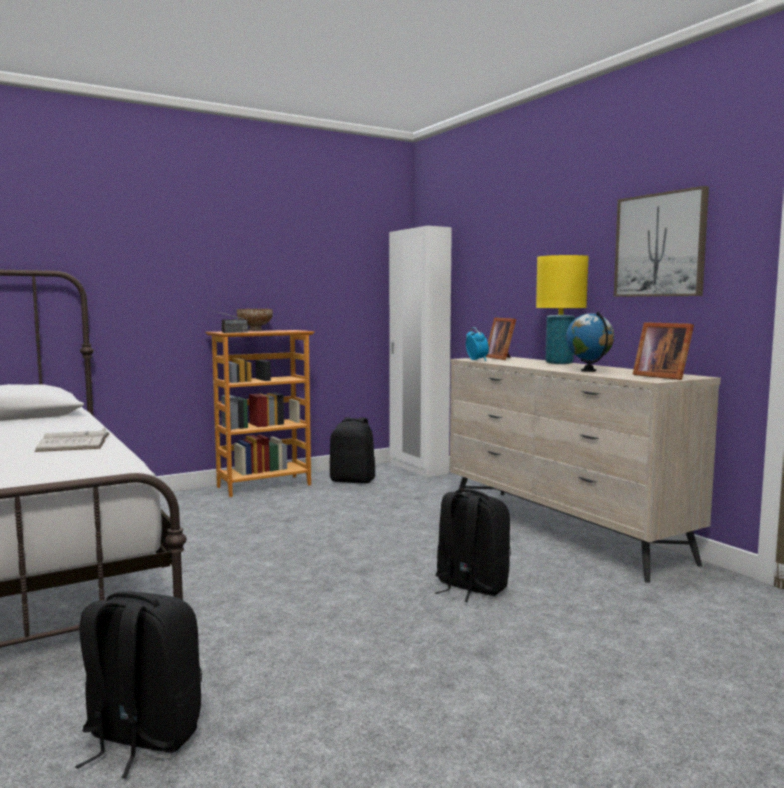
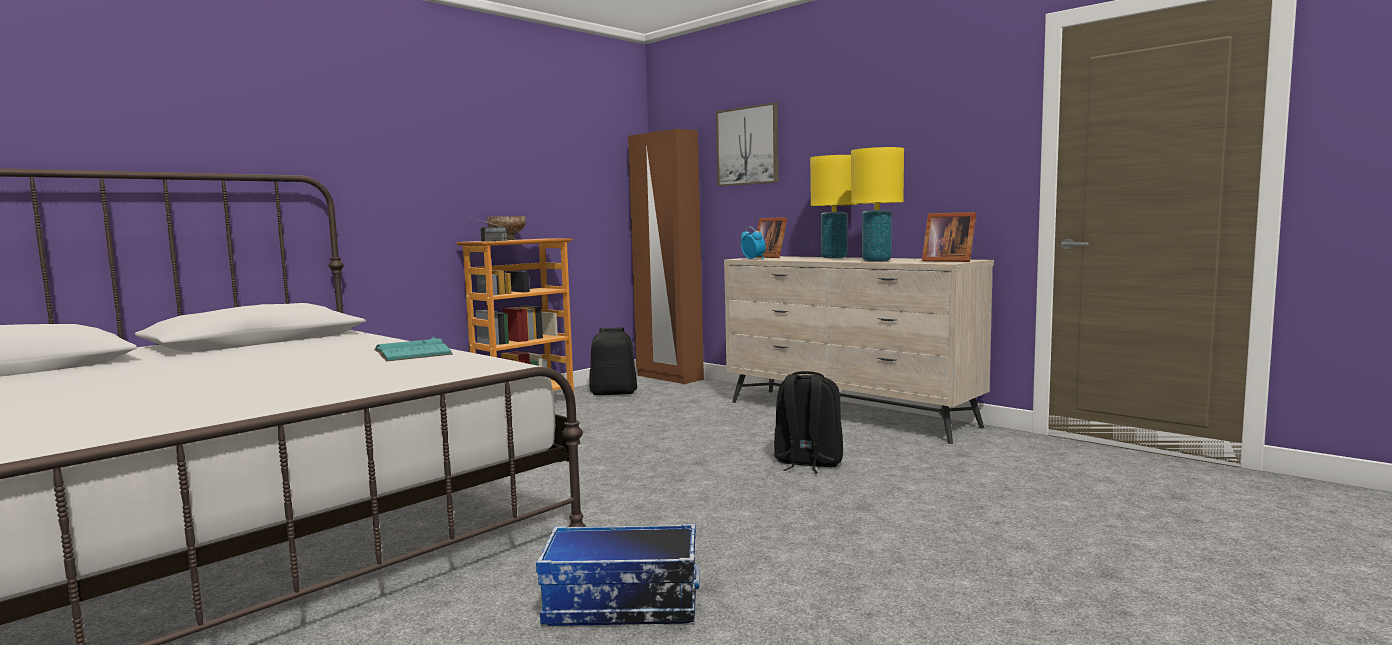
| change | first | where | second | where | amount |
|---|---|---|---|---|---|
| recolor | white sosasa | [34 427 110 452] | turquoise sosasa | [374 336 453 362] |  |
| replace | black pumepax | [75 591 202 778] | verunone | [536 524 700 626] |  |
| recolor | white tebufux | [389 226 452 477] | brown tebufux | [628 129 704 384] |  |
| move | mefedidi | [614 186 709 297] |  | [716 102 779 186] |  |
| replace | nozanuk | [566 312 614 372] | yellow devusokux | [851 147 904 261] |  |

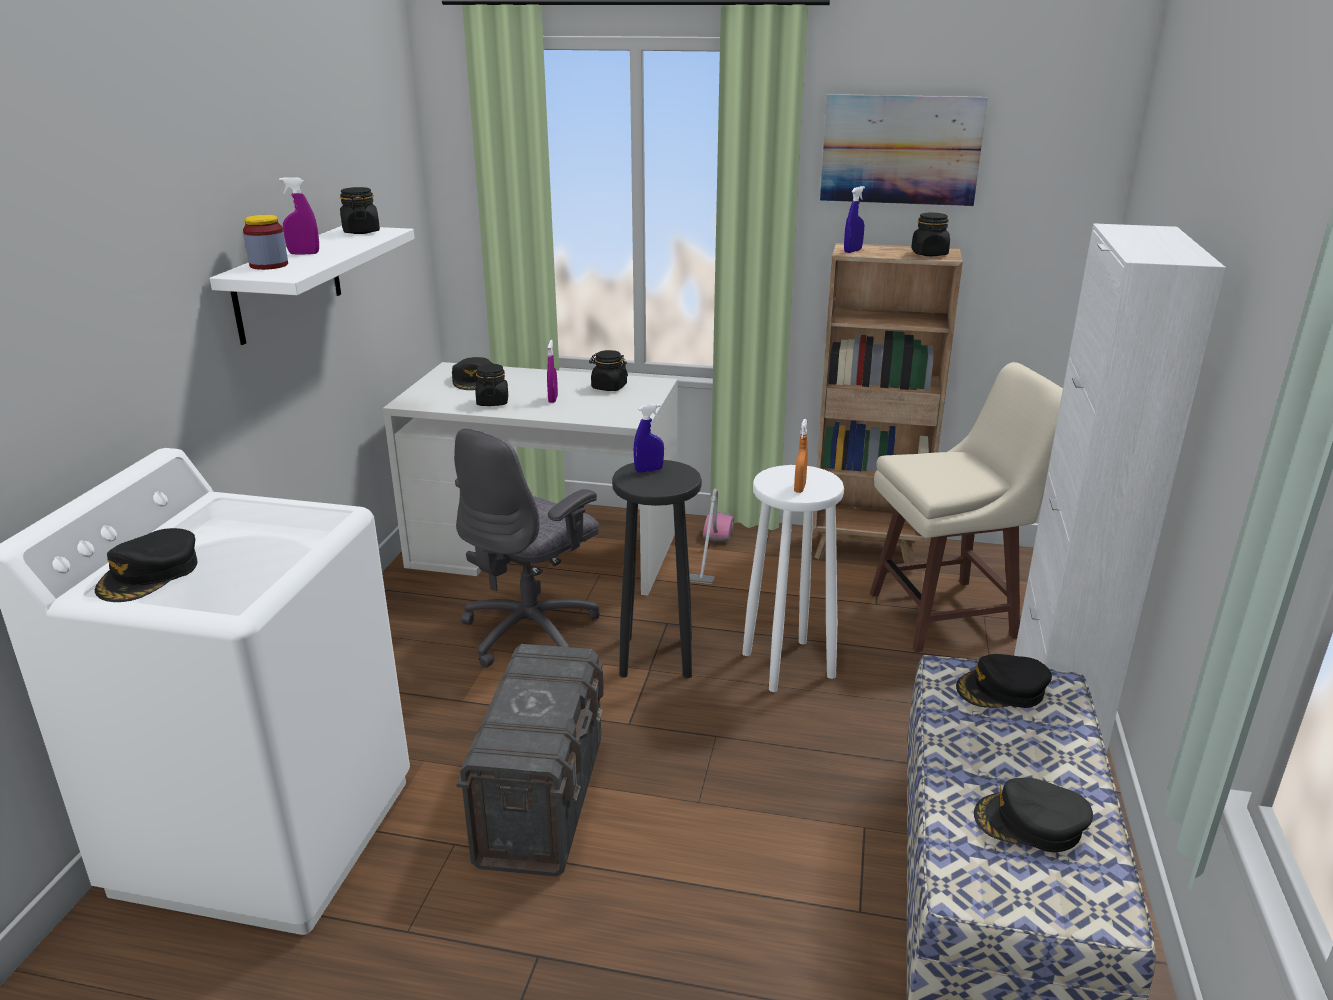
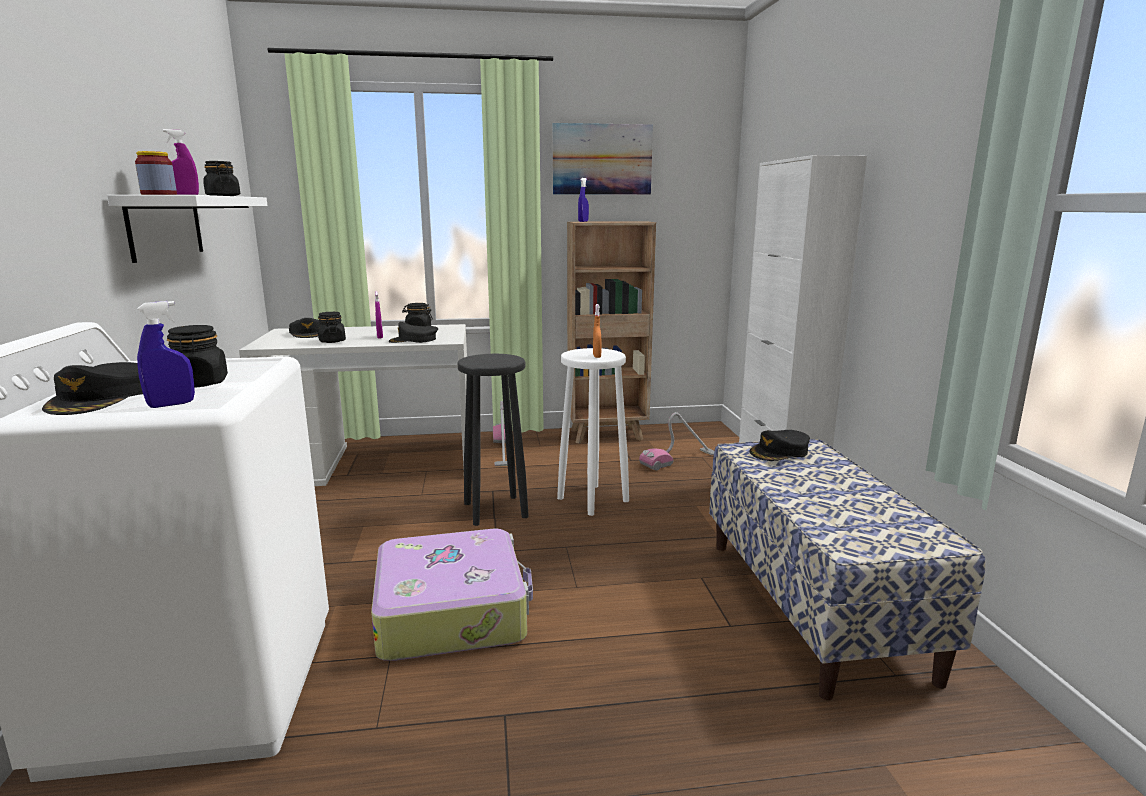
| change | first | where | second | where | amount |
|---|---|---|---|---|---|
| move | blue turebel | [633 404 664 473] |  | [137 301 195 408] |  |
| move | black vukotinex | [911 213 950 256] |  | [167 325 228 387] |  |
| replace | grey verunone | [456 644 604 877] | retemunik | [371 529 533 661] |  |
| move | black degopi | [974 778 1093 852] |  | [389 322 438 343] |  |
| replace | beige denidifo | [870 362 1063 652] | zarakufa | [639 412 714 471] |  |
| delete | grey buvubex | [454 428 600 668] |  |  |  |

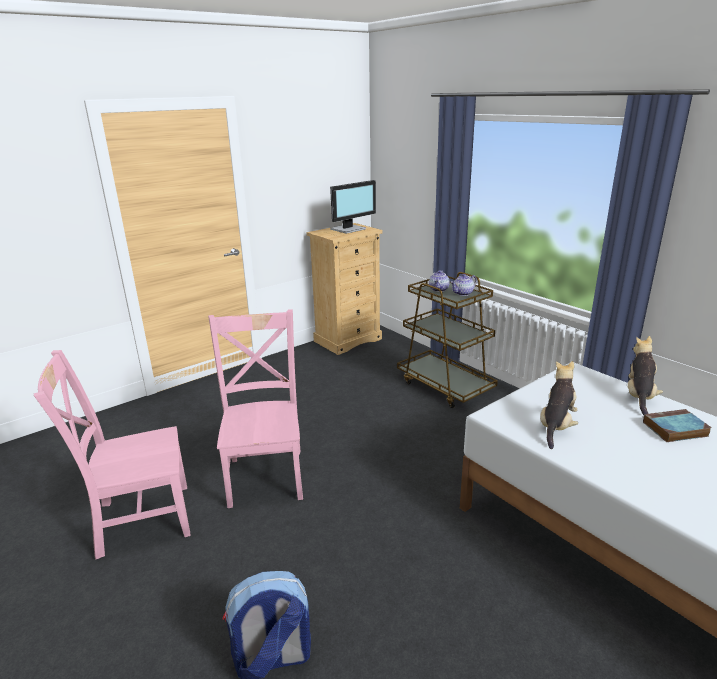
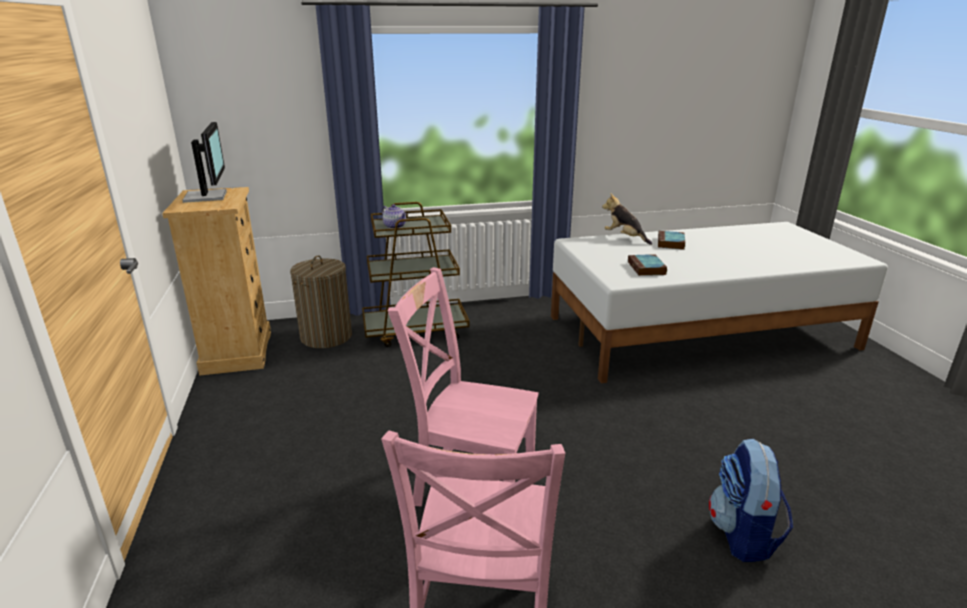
| change | first | where | second | where | amount |
|---|---|---|---|---|---|
| insert |  |  | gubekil | [290 255 352 348] |  |
| replace | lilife | [540 361 578 449] | sosasa | [628 254 667 276] |  |
| delete | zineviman | [450 274 477 296] |  |  |  |

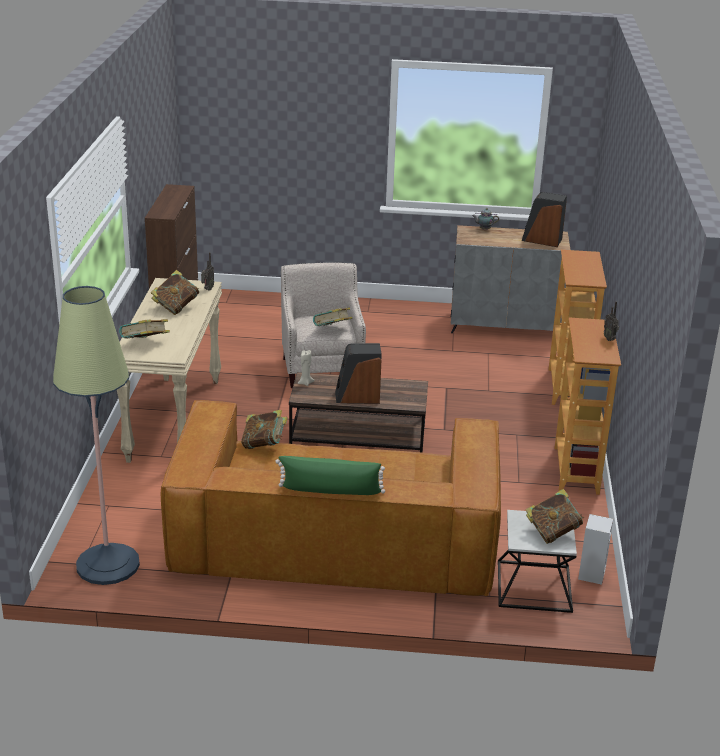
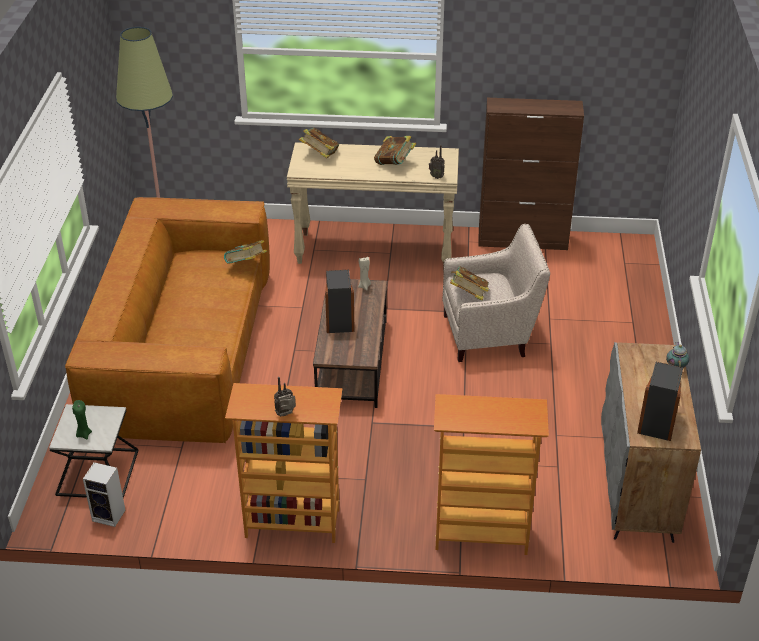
| change | first | where | second | where | amount |
|---|---|---|---|---|---|
| replace | sosasa | [525 489 584 544] | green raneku | [72 400 92 439] |  |
| delete | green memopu | [275 456 385 495] |  |  |  |

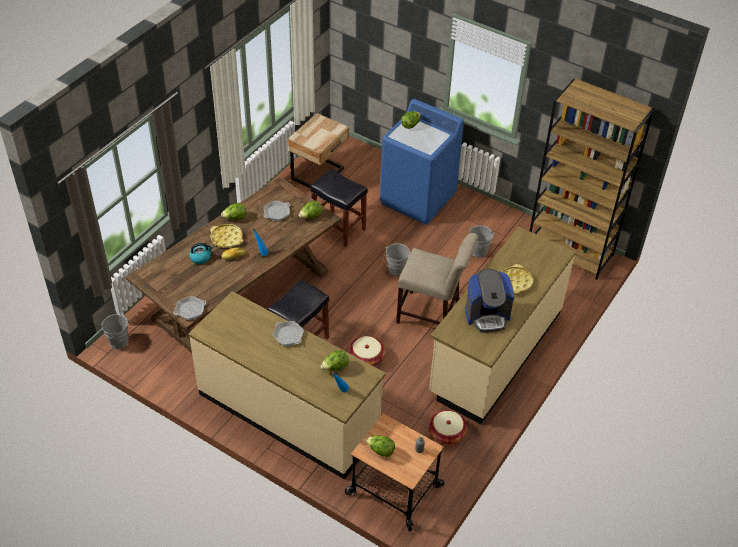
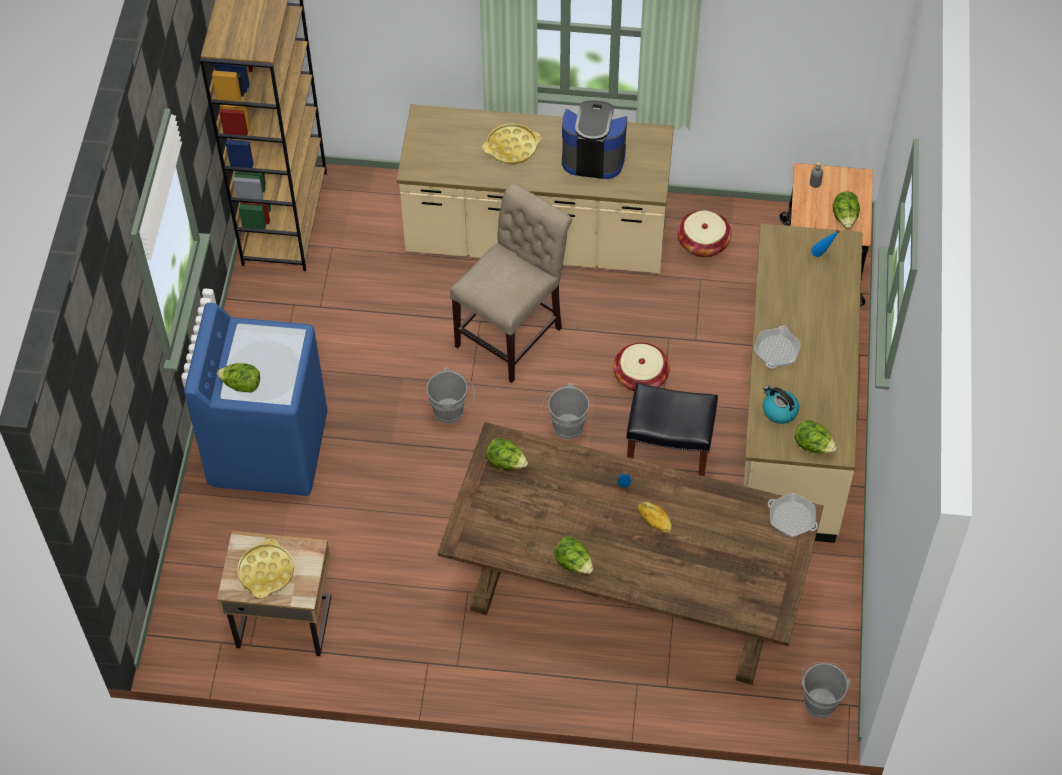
| change | first | where | second | where | amount |
|---|---|---|---|---|---|
| move | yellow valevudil | [210 224 243 248] |  | [237 539 294 598] |  |
| rotate | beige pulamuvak | [396 233 478 324] |  | [450 183 572 383] | 45 degrees clockwise |
| move | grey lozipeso | [470 225 496 258] |  | [541 383 589 440] |  |
| rotate | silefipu | [465 269 514 332] |  | [562 100 627 179] | 45 degrees counterclockwise |
| move | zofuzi | [189 243 213 264] |  | [763 385 799 424] |  |
| move | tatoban | [321 350 349 371] |  | [795 420 837 453] |  |
| delete | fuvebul | [263 200 290 221] |  |  |  |
| delete | black denidifo | [310 169 368 247] |  |  |  |

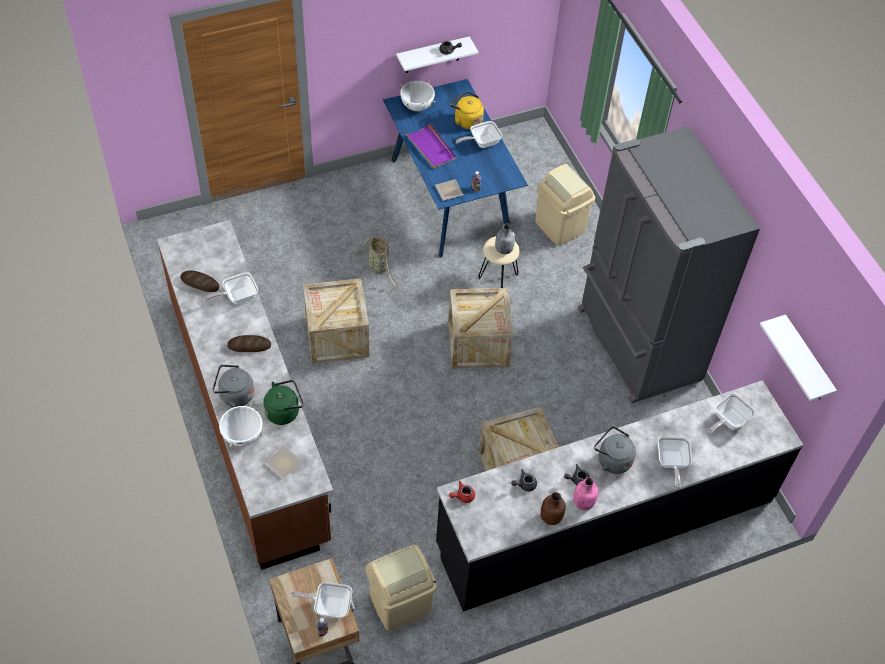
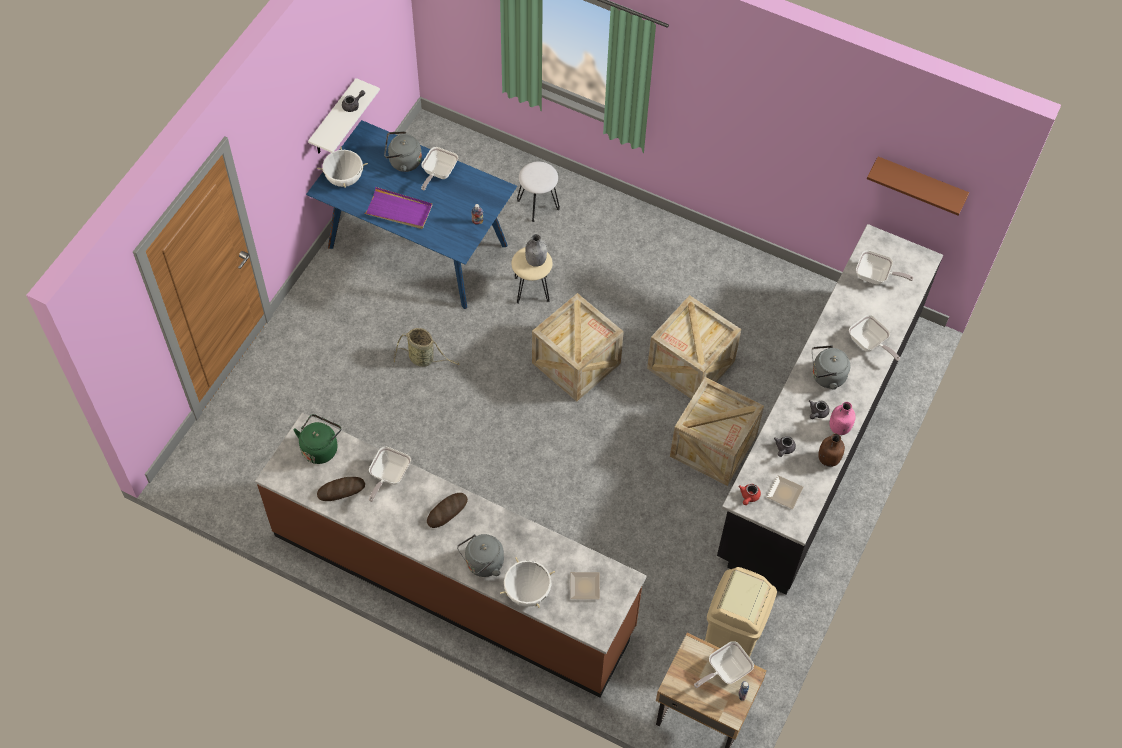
| change | first | where | second | where | amount |
|---|---|---|---|---|---|
| move | green zofuzi | [263 380 304 425] |  | [293 414 342 464] |  |
| recolor | yellow zofuzi | [450 91 484 129] | grey zofuzi | [384 131 422 172] |  |
| replace | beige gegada | [535 164 595 246] | white denidifo | [517 162 560 222] |  |
| move | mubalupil | [303 278 369 364] |  | [647 295 741 399] |  |
| move | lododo | [435 179 464 201] |  | [767 475 804 509] |  |
| rotate | fuvebul | [708 393 755 434] |  | [856 250 913 285] | 75 degrees counterclockwise |
| recolor | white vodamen | [760 315 837 401] | brown vodamen | [867 156 969 216] |  |
| delete | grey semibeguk | [578 126 760 404] |  |  |  |

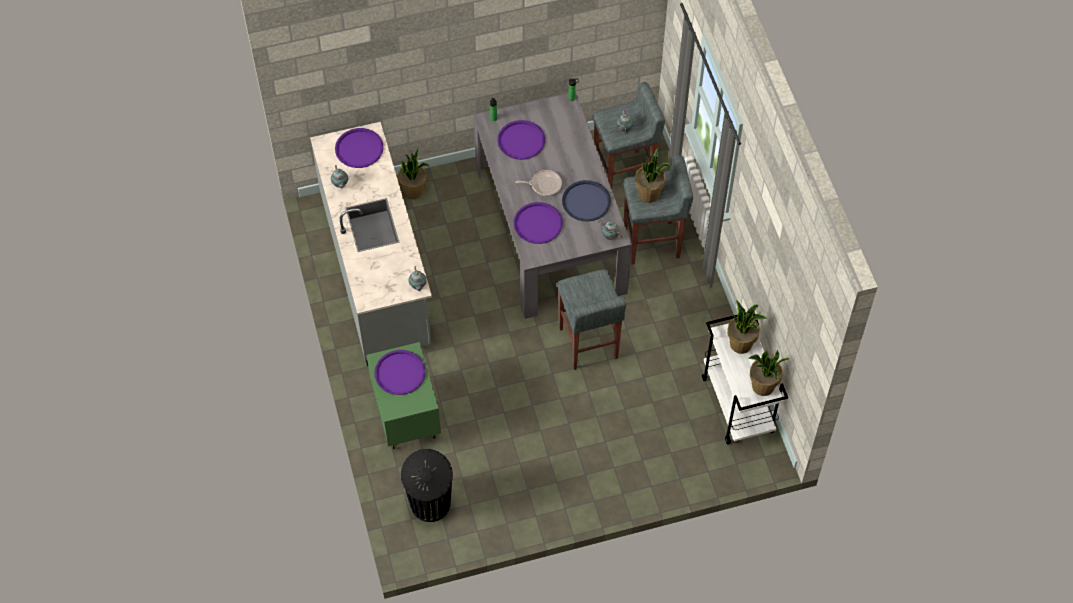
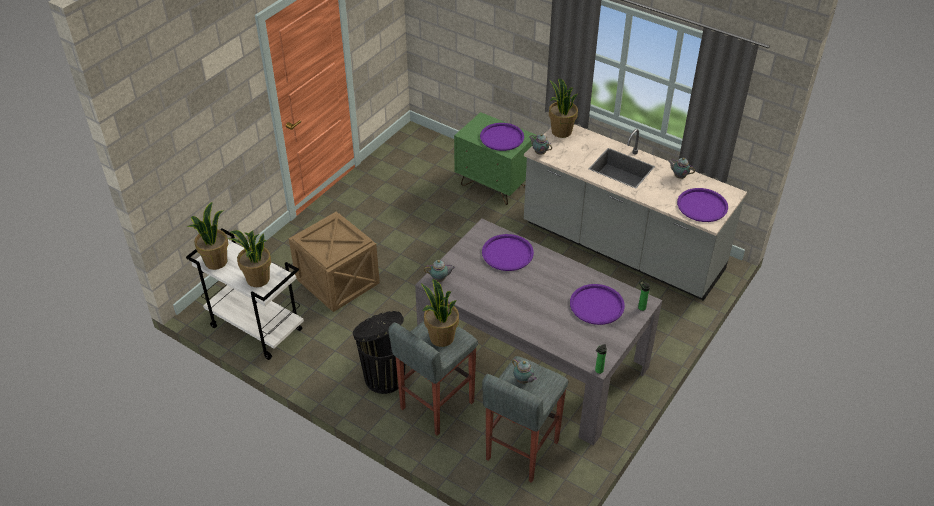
| change | first | where | second | where | amount |
|---|---|---|---|---|---|
| insert |  |  | mubalupil | [289 212 380 312] |  |
| move | black gegada | [401 449 453 522] |  | [353 311 405 394] |  |
| move | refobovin | [398 148 430 199] |  | [549 79 578 138] |  |
| delete | fuvebul | [516 170 562 196] |  |  |  |
| delete | grey denidifo | [557 269 626 370] |  |  |  |
| delete | blue valevudil | [562 180 611 221] |  |  |  |

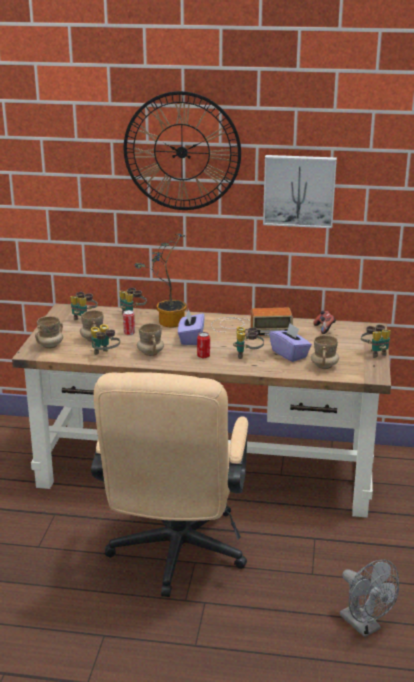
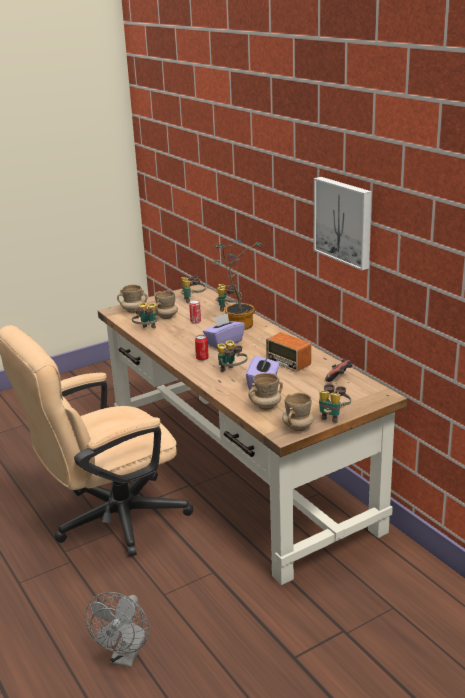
| change | first | where | second | where | amount |
|---|---|---|---|---|---|
| move | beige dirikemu | [137 323 164 356] |  | [282 392 314 431] |  |
| delete | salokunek | [124 91 241 210] |  |  |  |

